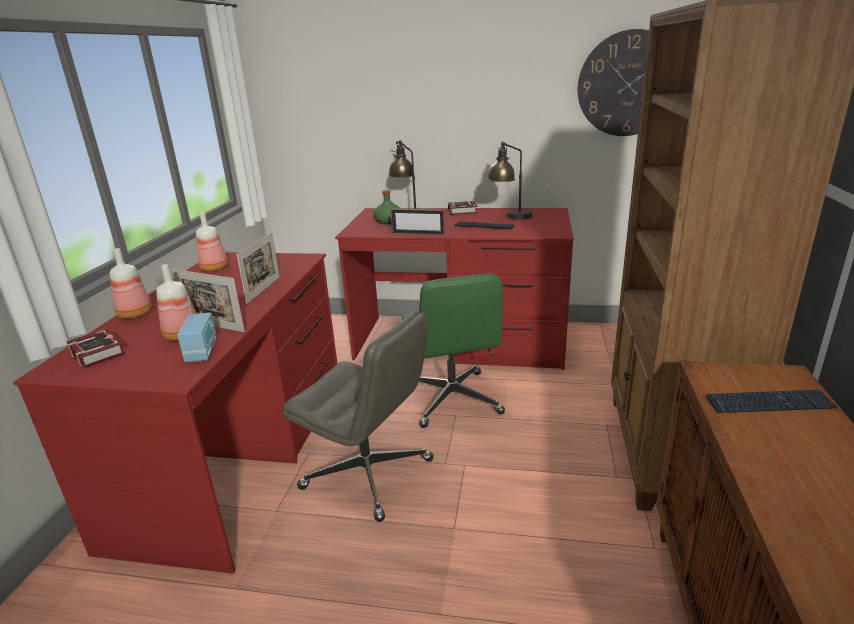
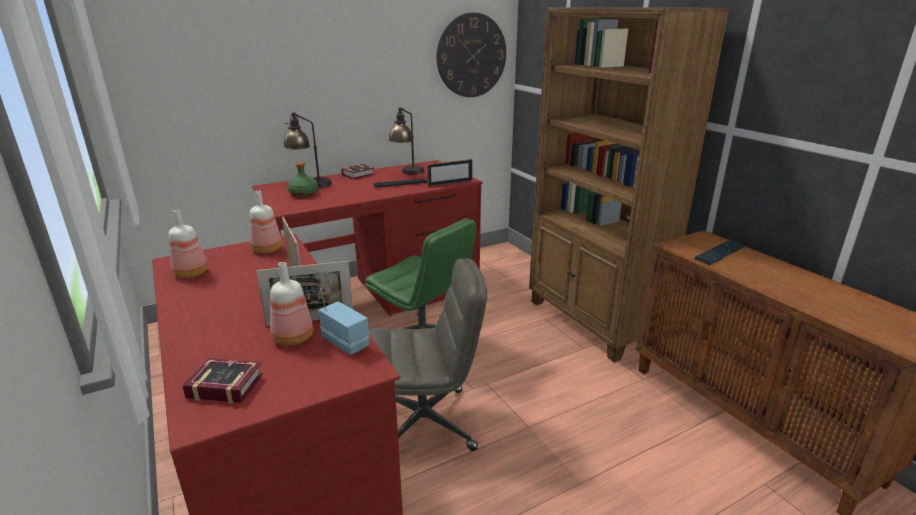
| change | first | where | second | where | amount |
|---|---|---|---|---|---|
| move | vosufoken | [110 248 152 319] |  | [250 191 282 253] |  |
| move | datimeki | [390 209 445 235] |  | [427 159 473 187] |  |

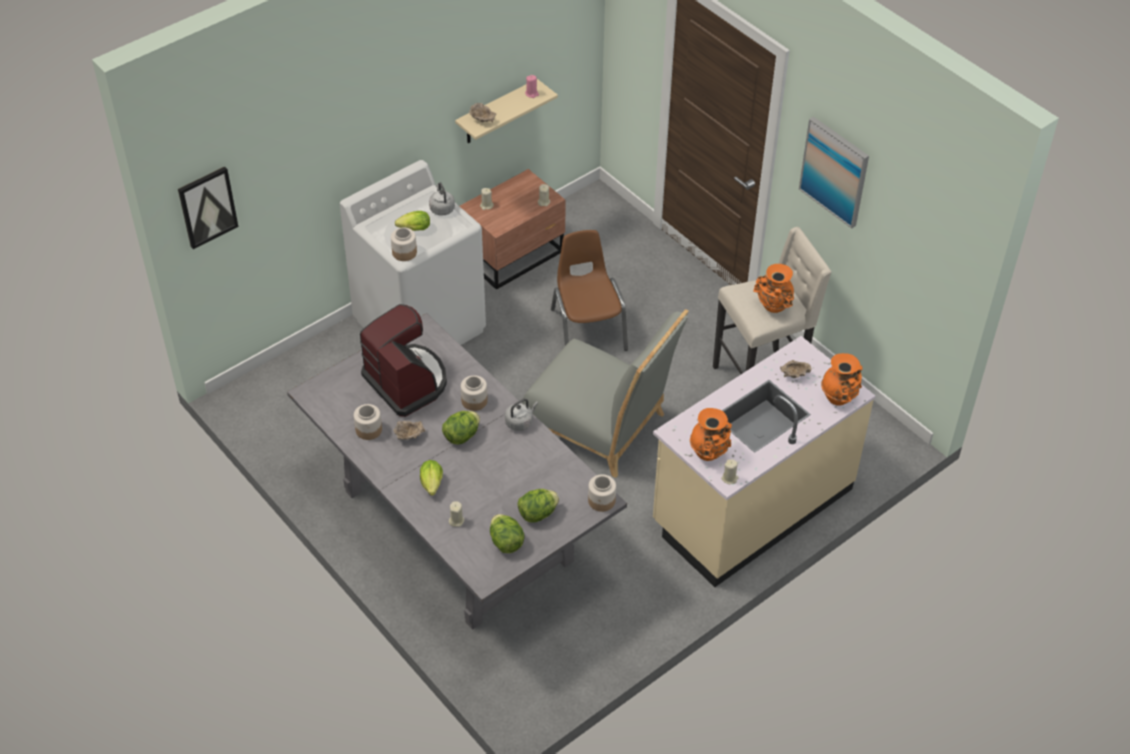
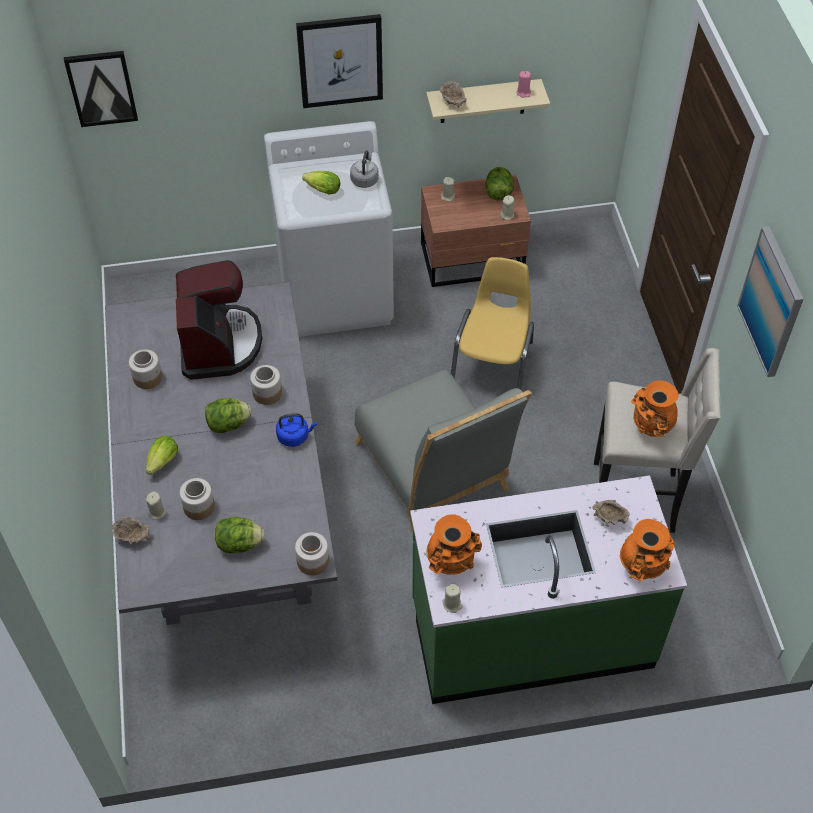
| change | first | where | second | where | amount |
|---|---|---|---|---|---|
| move | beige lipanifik | [394 421 425 440] |  | [112 516 150 544] |  |
| move | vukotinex | [391 228 417 261] |  | [180 478 215 520] |  |
| recolor | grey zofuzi | [505 399 538 431] | blue zofuzi | [276 413 317 447] |  |
| insert |  |  | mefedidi | [296 14 383 108] |  |
| recolor | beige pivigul | [653 336 875 587] | green pivigul | [410 475 687 704] |  |
| recolor | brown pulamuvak | [551 230 628 351] | yellow pulamuvak | [451 257 534 390] |  |
| move | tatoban | [490 514 524 553] |  | [485 166 514 200] |  |

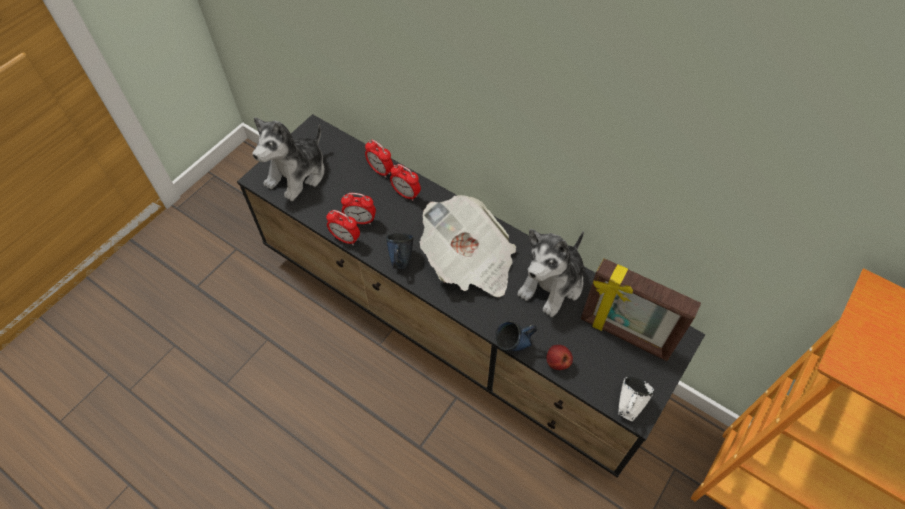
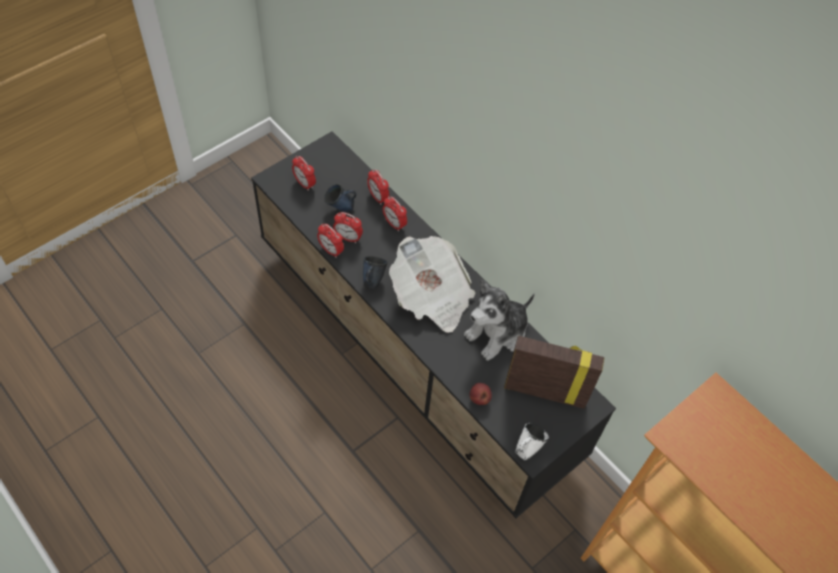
| change | first | where | second | where | amount |
|---|---|---|---|---|---|
| replace | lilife | [252 117 324 201] | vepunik | [292 156 316 191] |  |
| move | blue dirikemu | [495 321 537 351] |  | [324 184 357 212] |  |
| rotate | datimeki | [581 258 701 361] |  | [504 336 604 409] | 150 degrees clockwise |

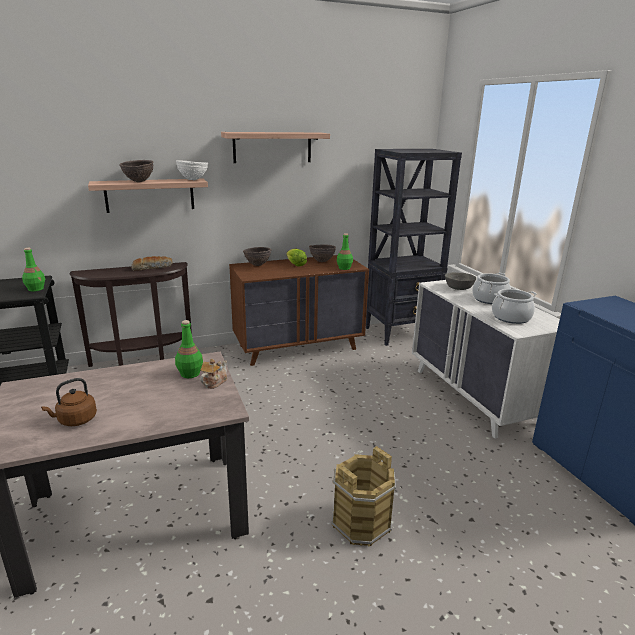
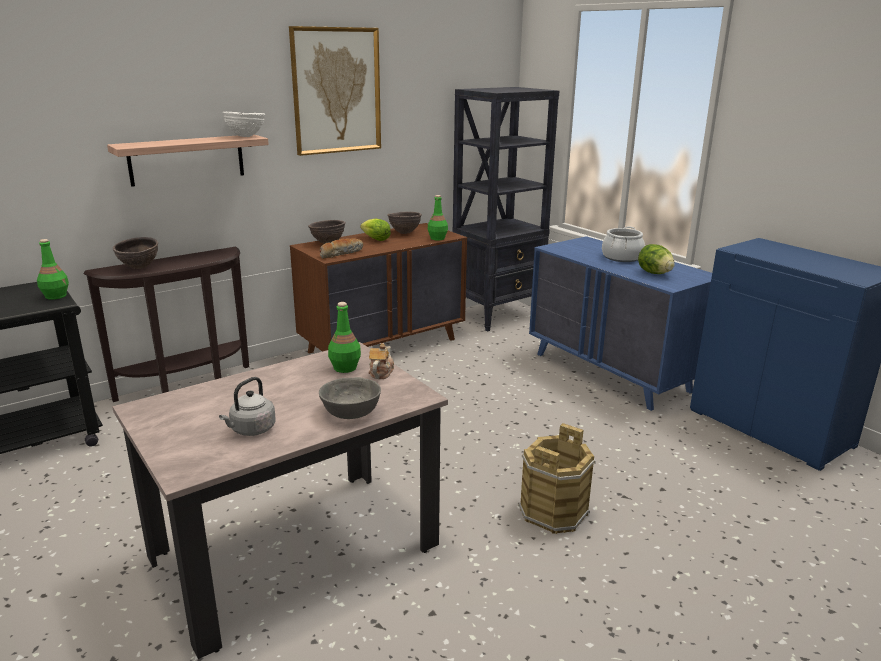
| change | first | where | second | where | amount |
|---|---|---|---|---|---|
| move | brown lipanifik | [119 160 153 182] |  | [113 237 158 269] |  |
| recolor | brown zofuzi | [41 378 97 426] | grey zofuzi | [219 377 276 436] |  |
| replace | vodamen | [221 132 330 163] | mefedidi | [289 26 381 156] |  |
| move | grey lipanifik | [445 272 476 290] |  | [319 377 381 419] |  |
| move | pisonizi | [132 256 173 271] |  | [320 238 363 259] |  |
| recolor | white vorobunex | [412 280 560 439] | blue vorobunex | [529 236 712 411] |  |
| replace | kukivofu | [492 289 537 324] | tatoban | [638 244 675 274] |  |

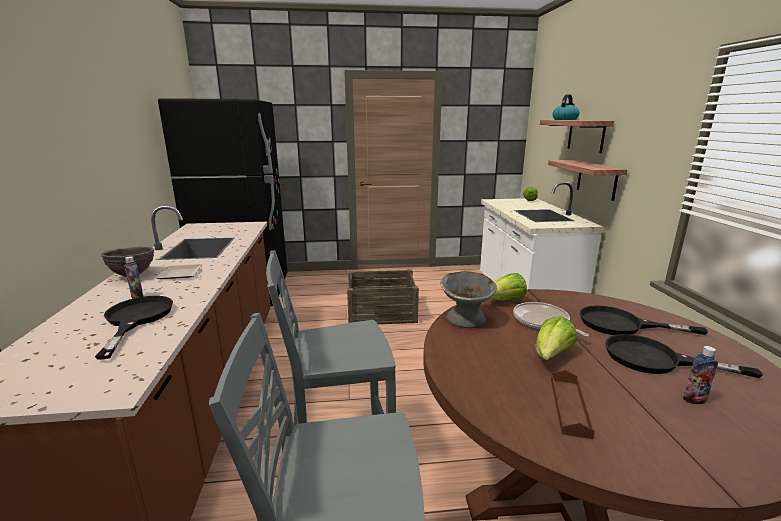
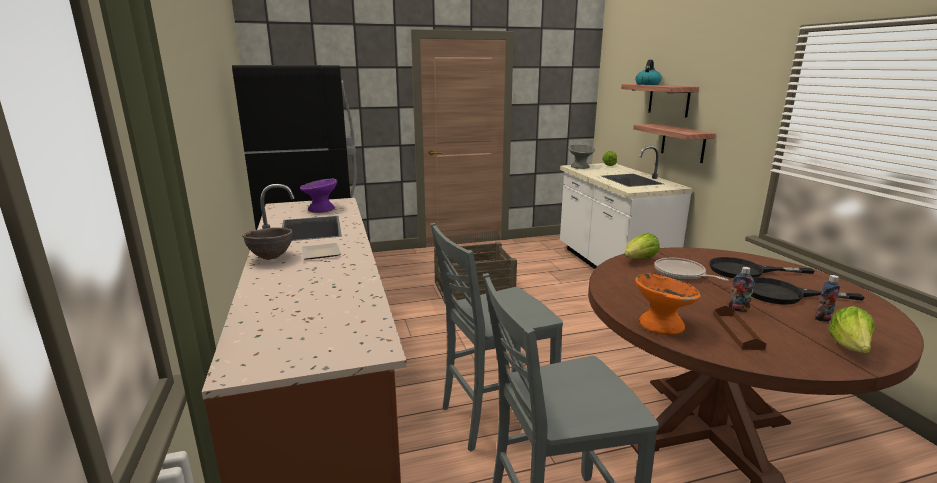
| change | first | where | second | where | amount |
|---|---|---|---|---|---|
| insert |  |  | purple lipanifik | [300 178 338 213] |  |
| move | grey lipanifik | [440 271 497 328] |  | [568 145 595 169] |  |
| insert |  |  | orange lipanifik | [635 273 701 335] |  |
| move | vosufoken | [124 256 144 299] |  | [728 267 754 312] |  |
| move | tatoban | [535 316 577 360] |  | [828 306 875 353] |  |
| delete | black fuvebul | [95 296 173 360] |  |  |  |

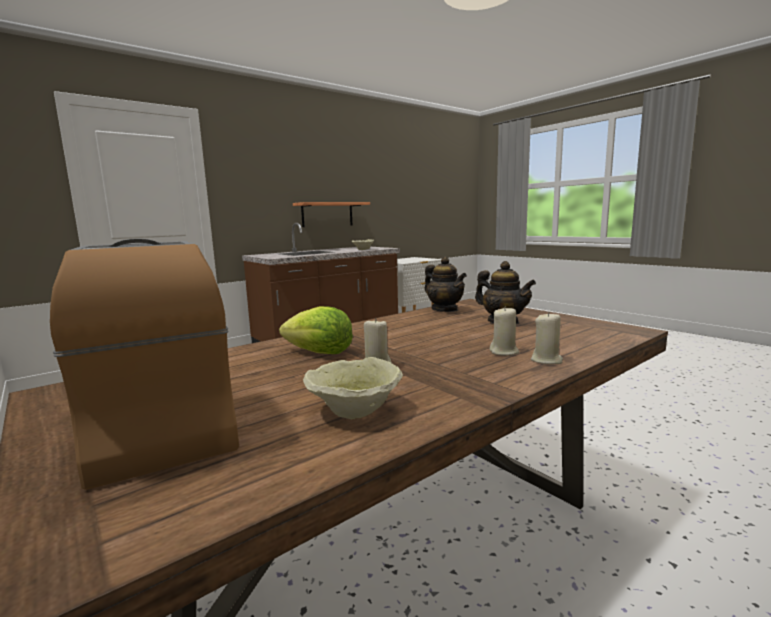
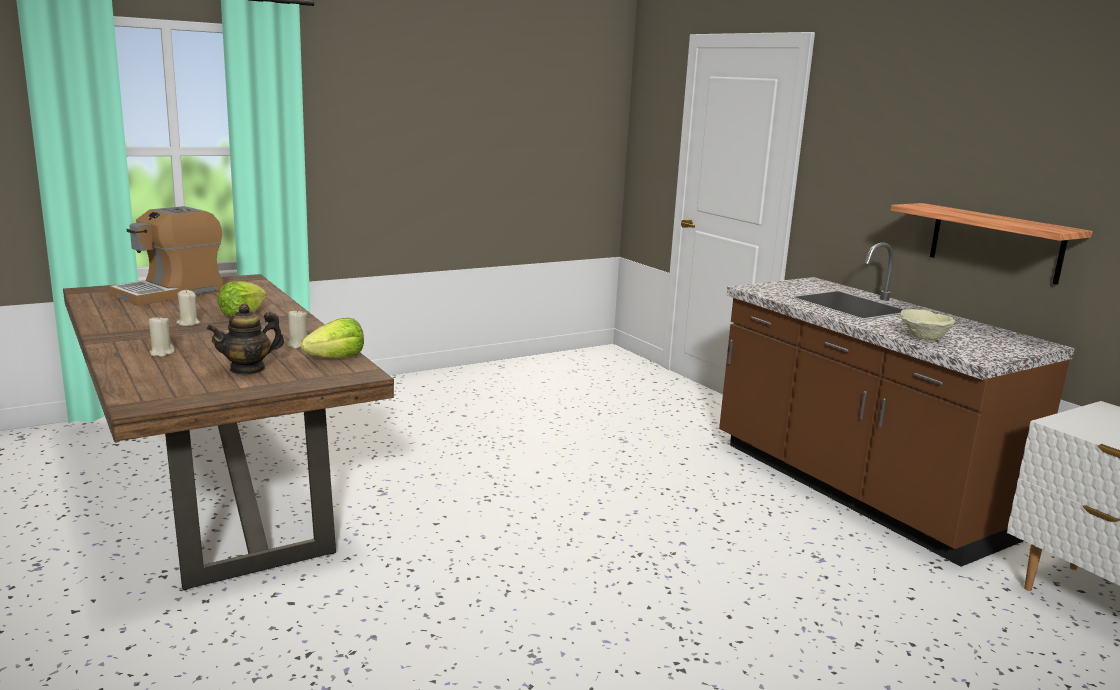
| change | first | where | second | where | amount |
|---|---|---|---|---|---|
| rotate | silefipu | [50 239 239 490] |  | [109 206 223 306] | 150 degrees clockwise |
| move | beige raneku | [531 312 563 364] |  | [287 309 308 349] |  |
| replace | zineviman | [425 257 467 312] | tatoban | [301 318 364 358] |  |
| delete | beige lipanifik | [303 357 403 419] |  |  |  |

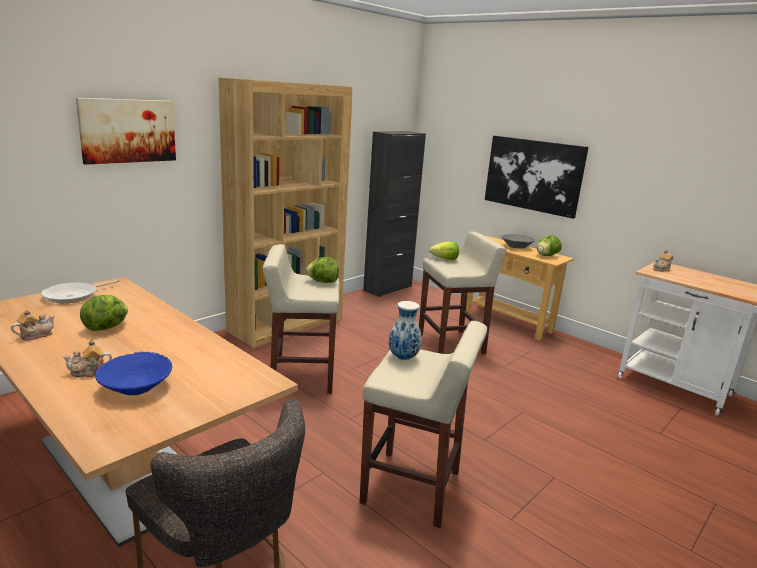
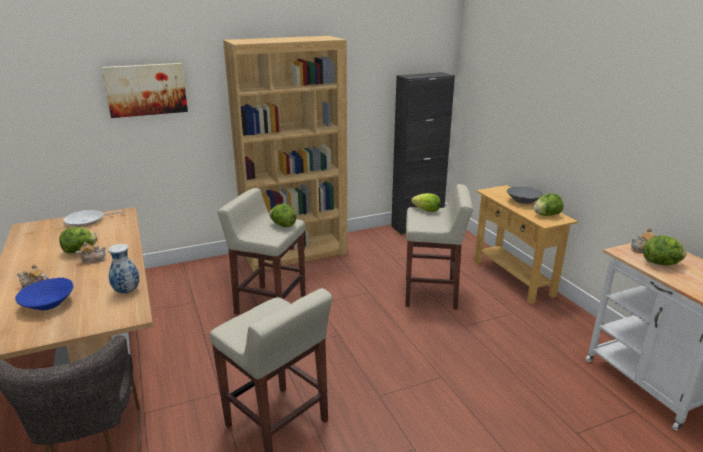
| change | first | where | second | where | amount |
|---|---|---|---|---|---|
| move | zineviman | [11 310 55 341] |  | [75 242 106 264] |  |
| move | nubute | [389 301 422 360] |  | [108 244 140 294] |  |
| insert |  |  | tatoban | [643 235 687 265] |  |
| delete | mefedidi | [485 135 588 219] |  |  |  |

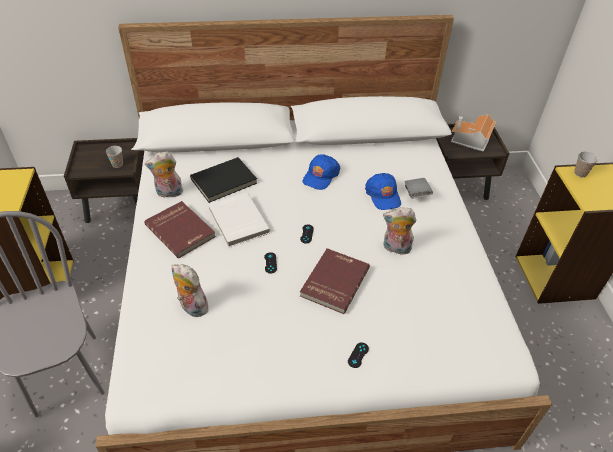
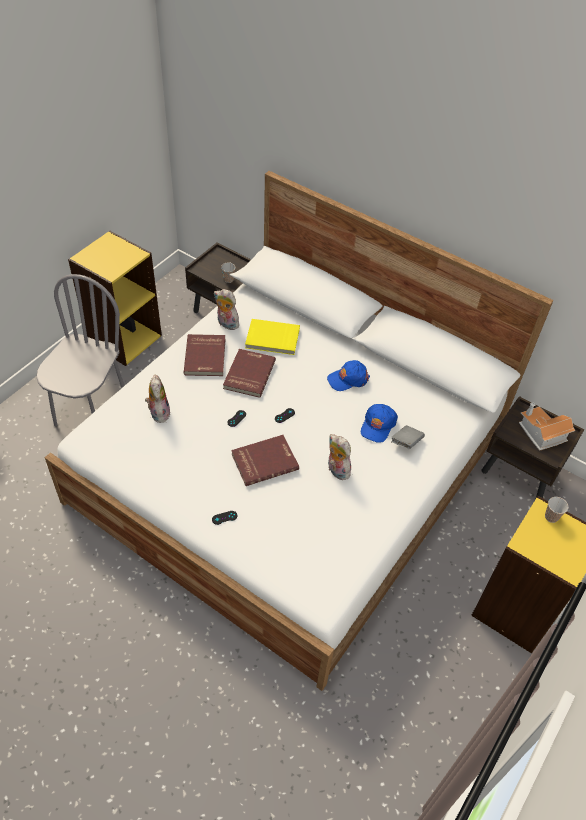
| change | first | where | second | where | amount |
|---|---|---|---|---|---|
| recolor | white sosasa | [208 192 271 247] | red sosasa | [223 349 276 398] |  |
| recolor | black sosasa | [190 157 257 203] | yellow sosasa | [245 319 300 355] |  |

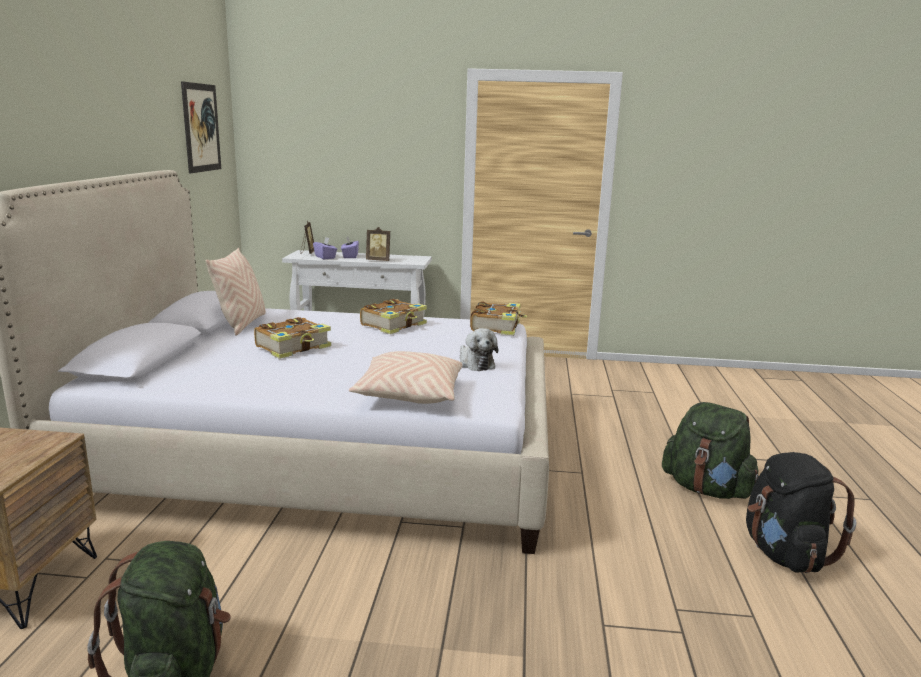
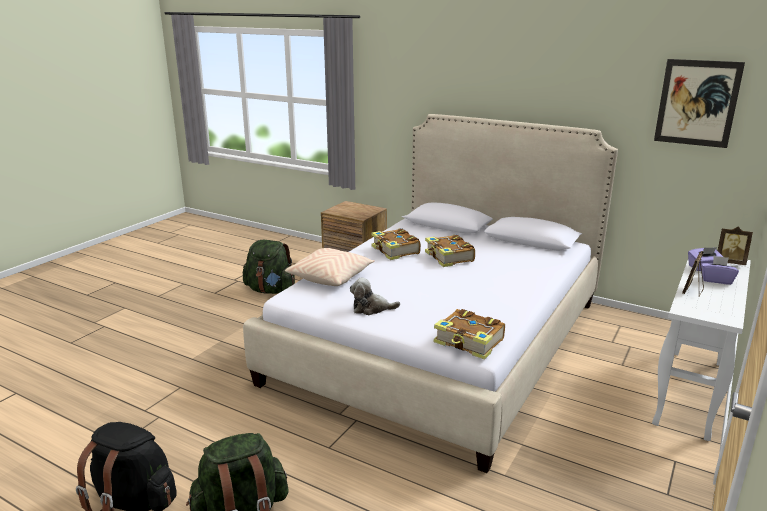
| change | first | where | second | where | amount |
|---|---|---|---|---|---|
| move | sosasa | [360 299 427 334] |  | [371 228 421 260] |  |
| delete | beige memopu | [206 248 266 336] |  |  |  |

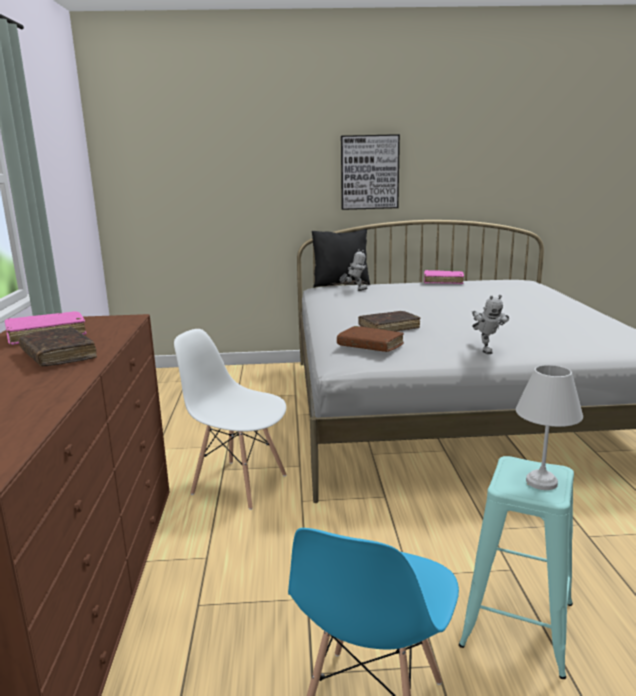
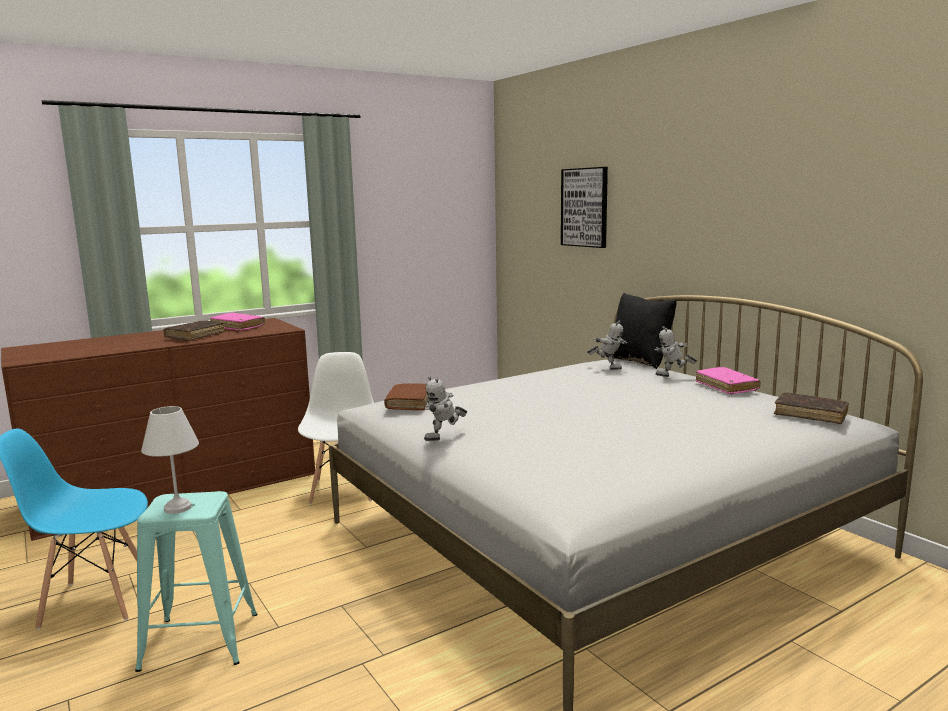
| change | first | where | second | where | amount |
|---|---|---|---|---|---|
| move | mefedidi | [341 134 400 210] |  | [561 167 608 248] |  |
| insert |  |  | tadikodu | [655 326 697 377] |  |
| move | brown sosasa | [358 311 421 331] |  | [774 392 849 424] |  |

